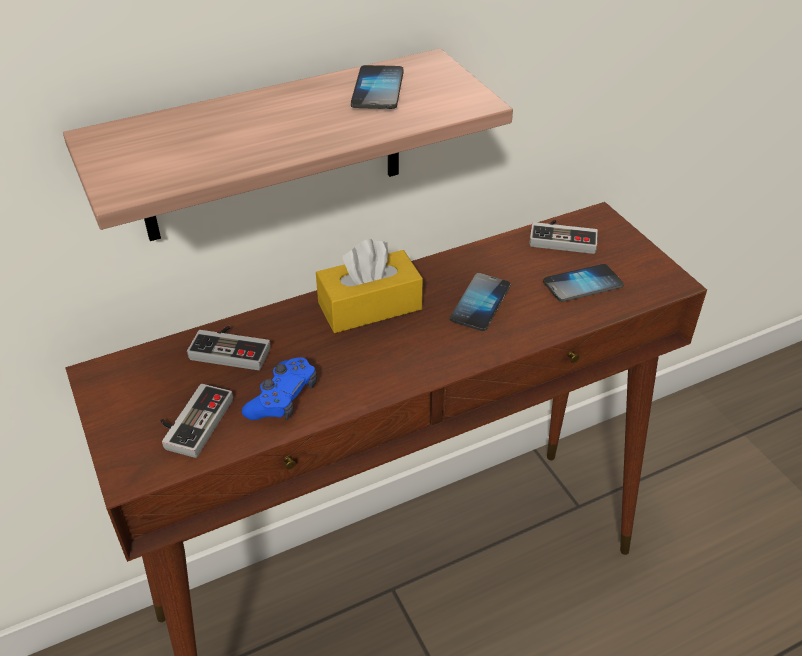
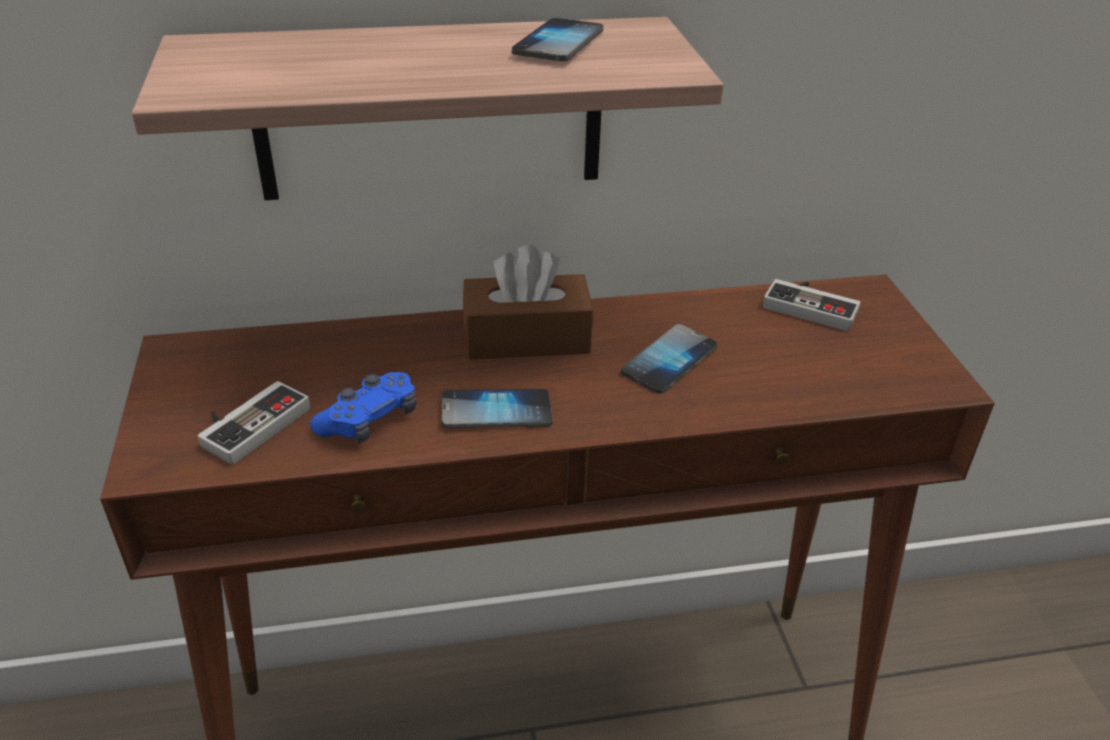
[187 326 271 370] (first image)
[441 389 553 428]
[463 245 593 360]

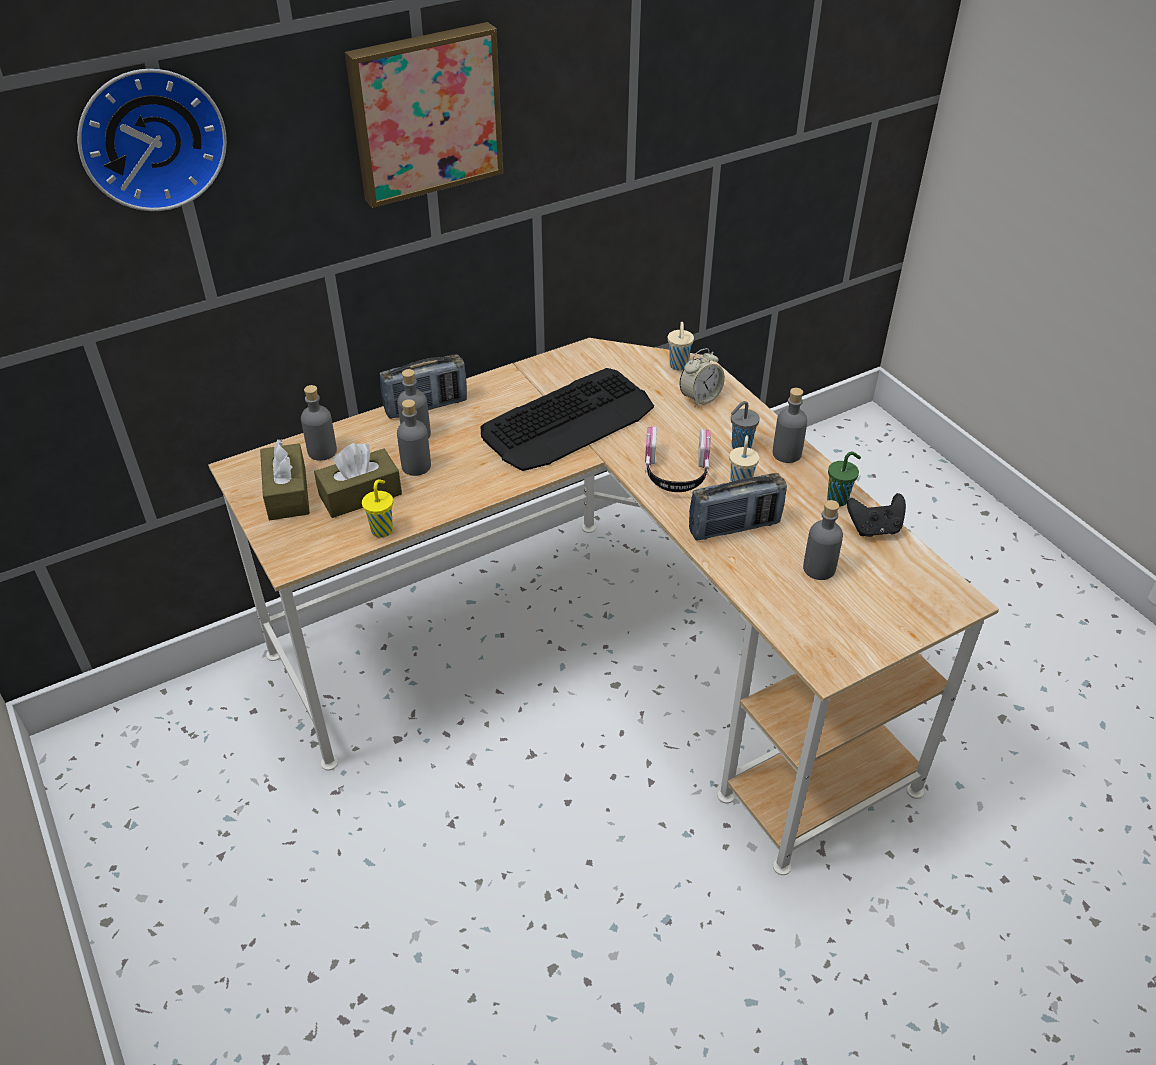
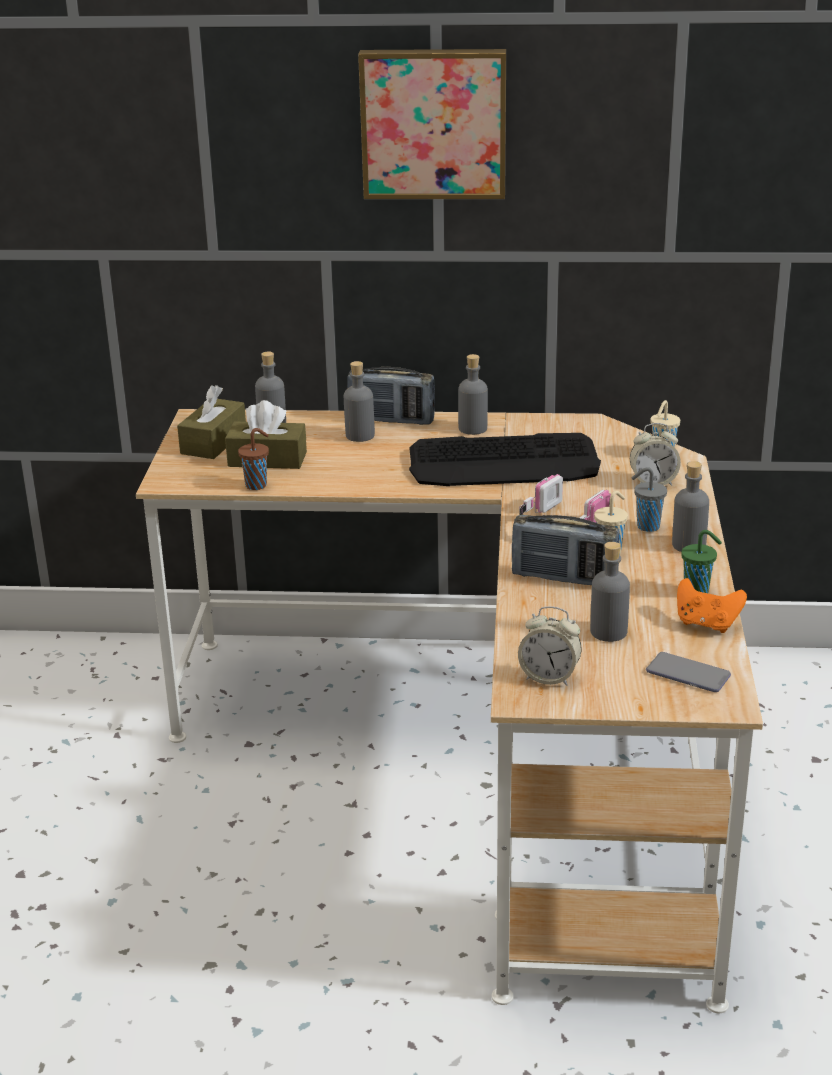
[77 69 227 211] (first image)
[518 606 581 686]
[646 652 731 692]
[458 354 488 435]
[238 428 269 490]
[677 578 747 633]

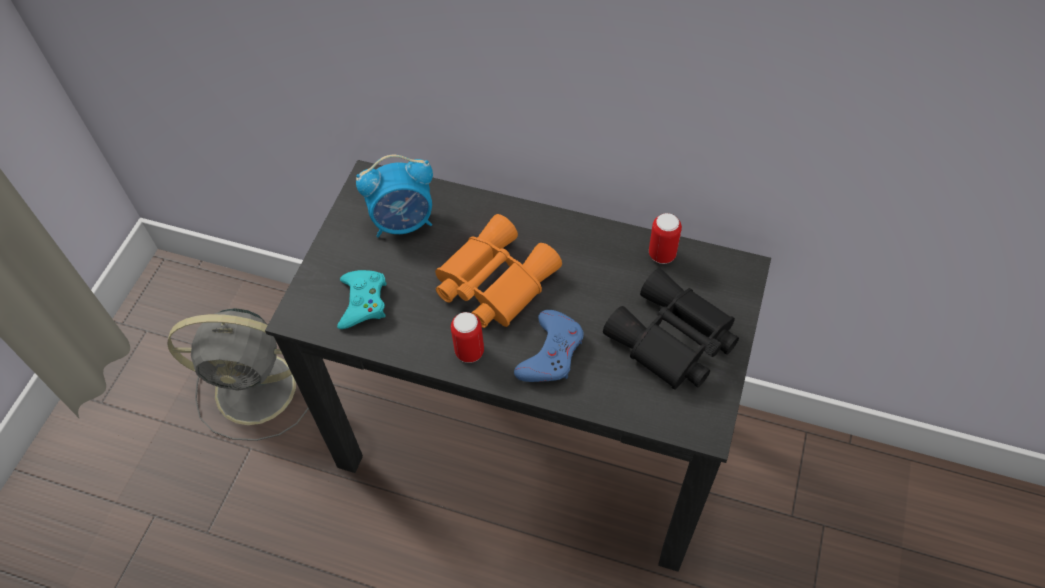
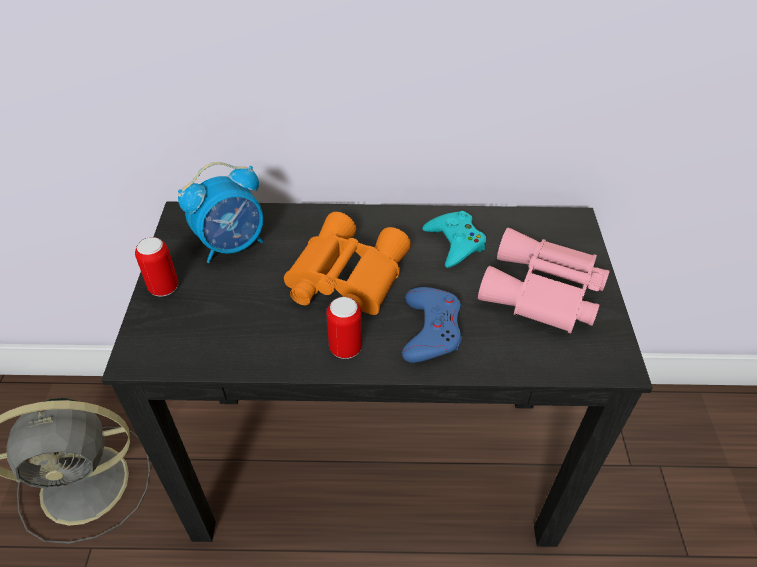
[422 211 486 268]
[135 237 178 297]
[478 227 610 334]

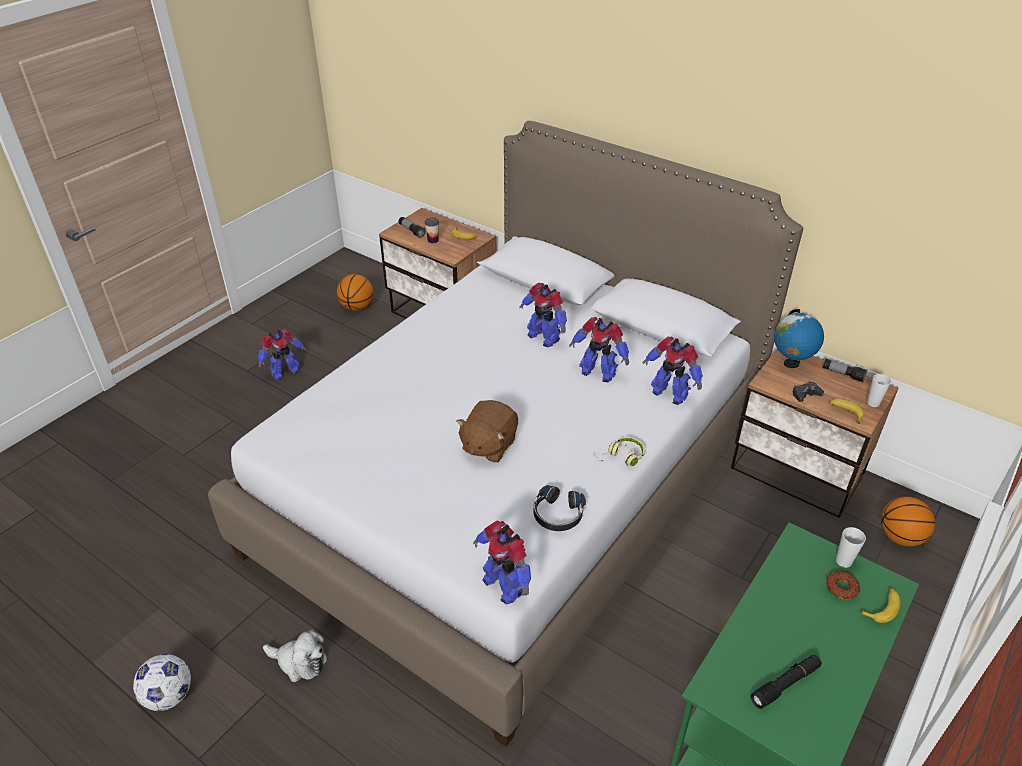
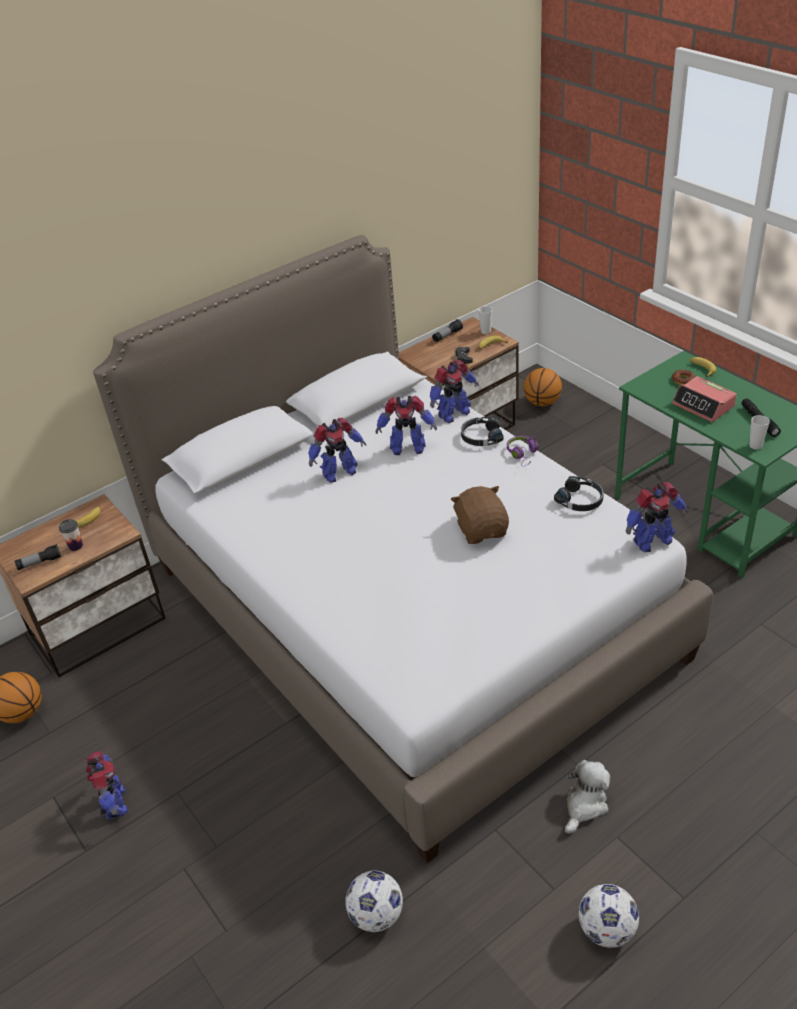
[774 309 824 368] (first image)
[345 871 403 932]
[461 417 503 446]
[672 376 737 422]
[749 415 770 450]
[507 436 539 467]
[451 486 509 544]
[376 396 437 455]

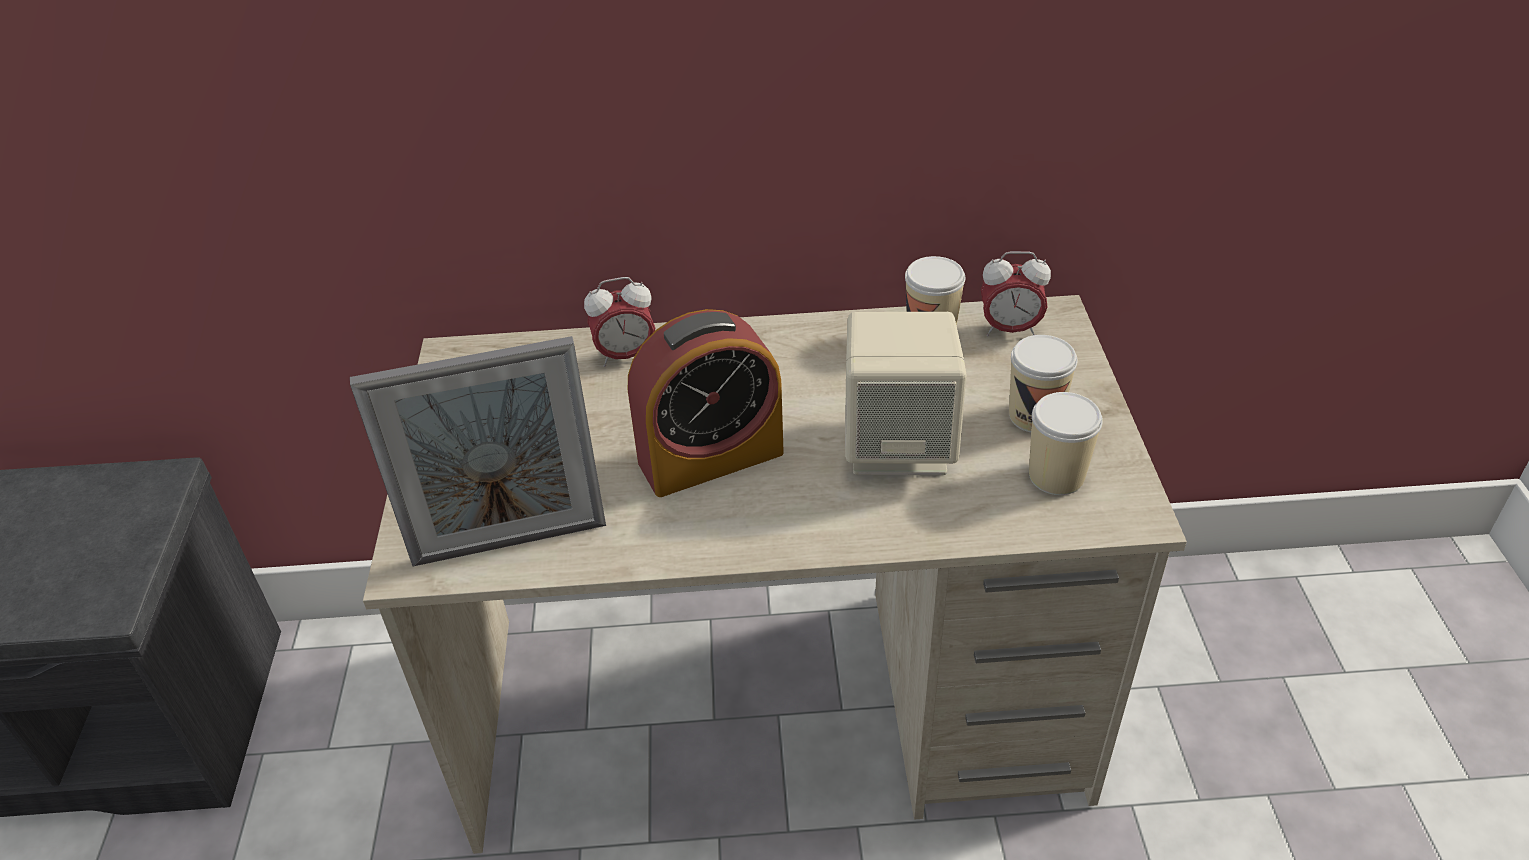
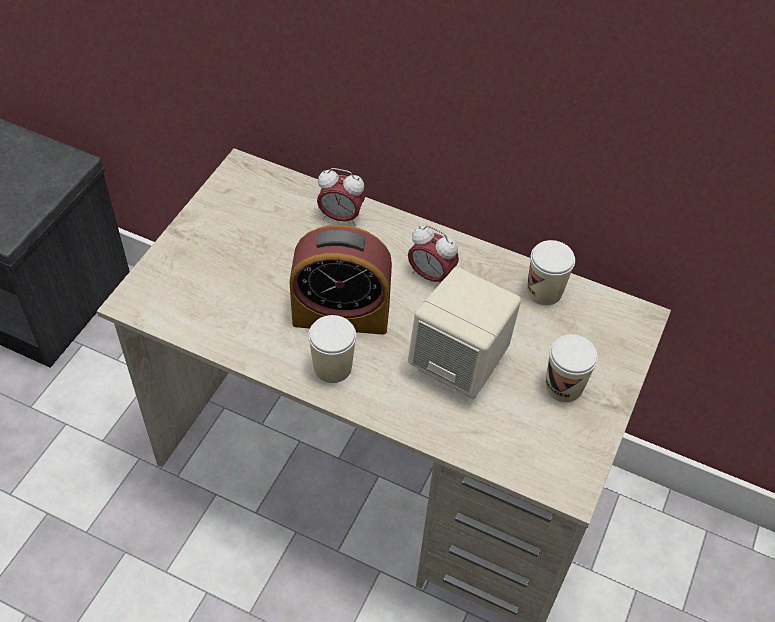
[350 336 606 566] (first image)
[408 225 459 283]
[308 315 356 383]

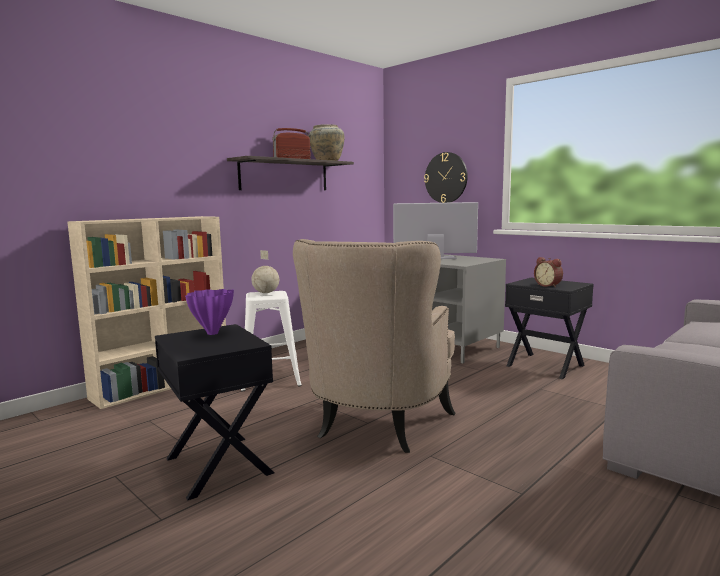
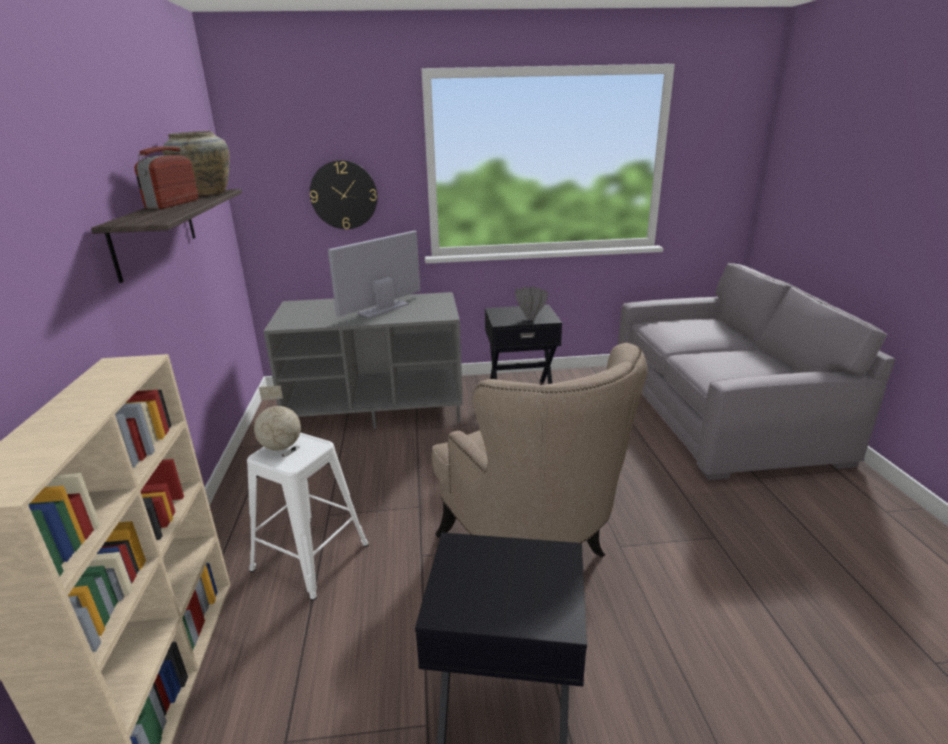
[185 289 234 335] (first image)
[515 286 548 320]

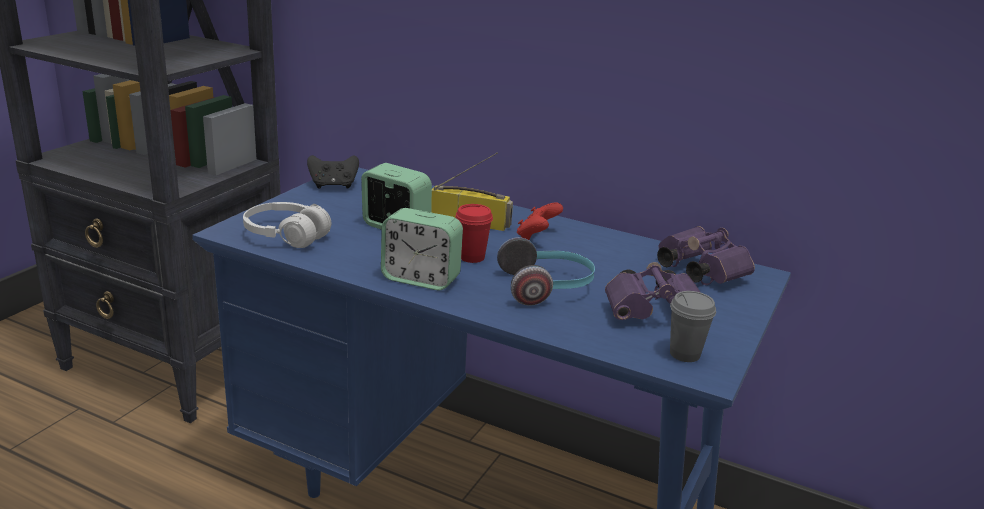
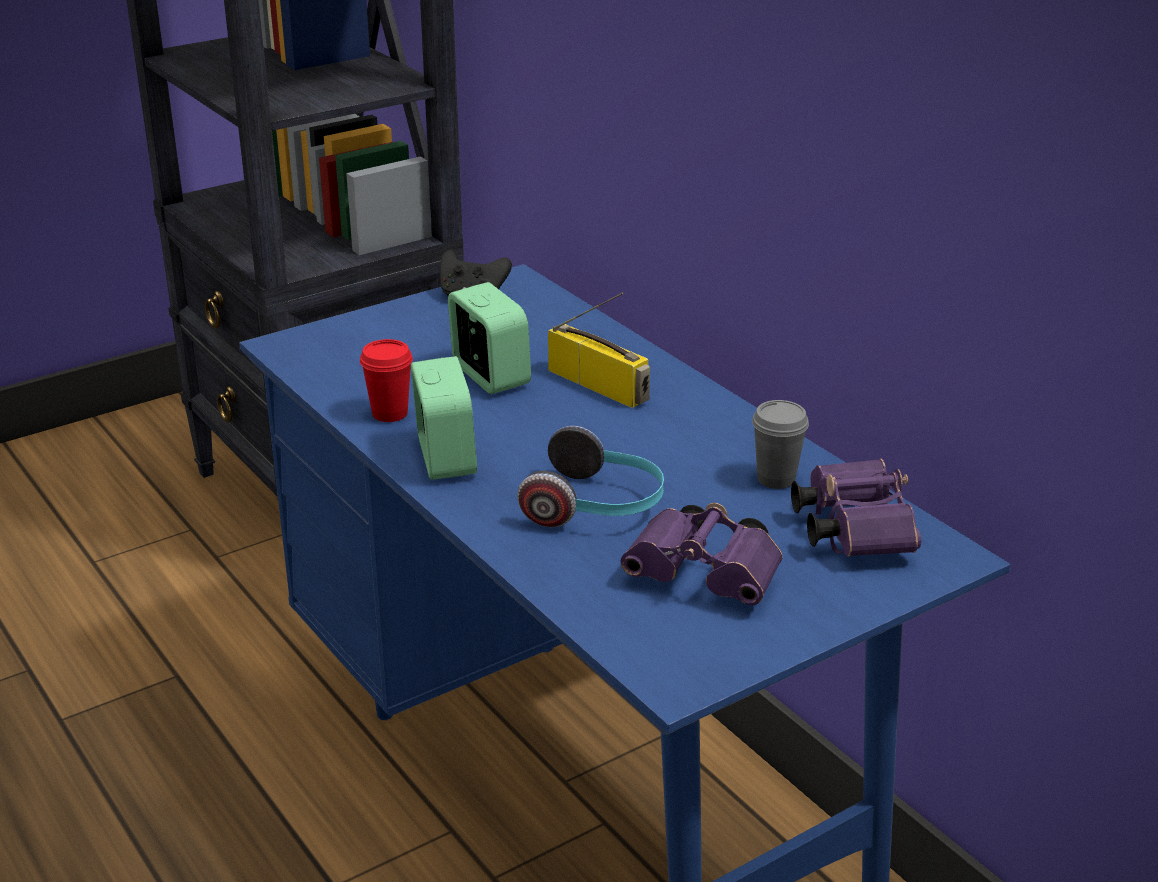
[243 202 331 248] (first image)
[517 202 563 240] (first image)
[360 339 413 422]
[752 400 809 489]
[411 356 477 480]

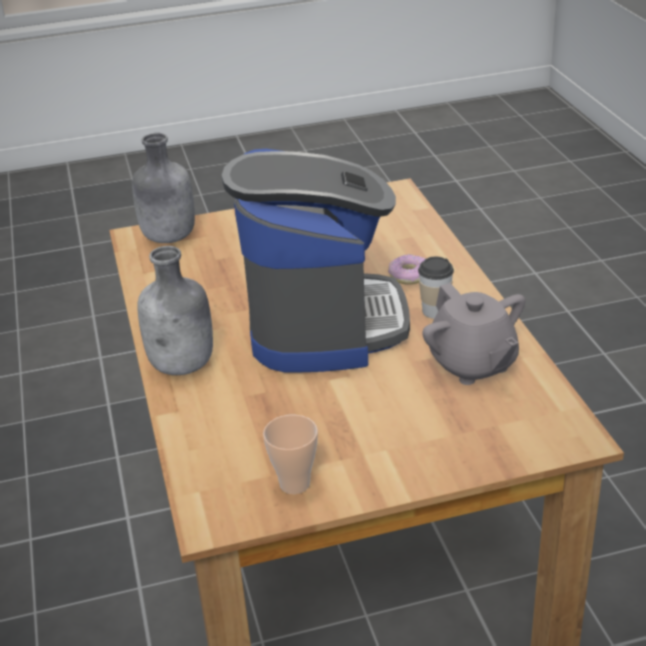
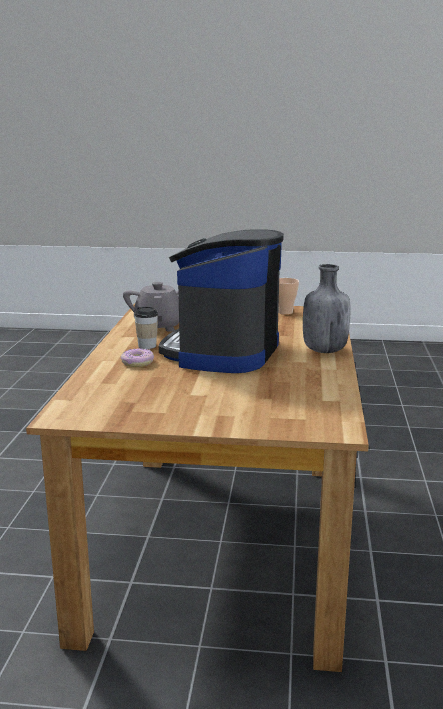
[132 133 195 243] (first image)

